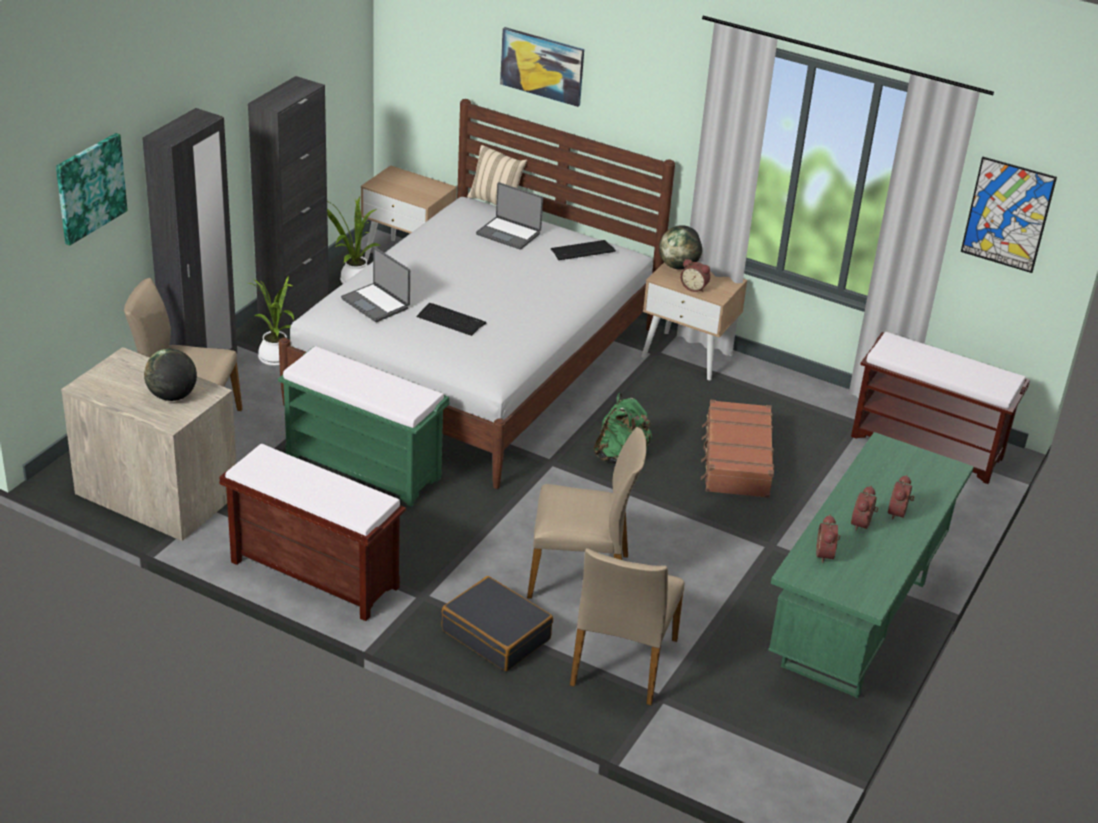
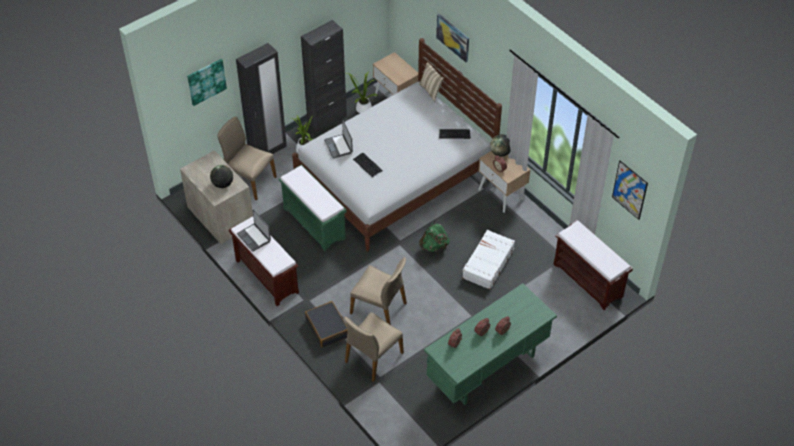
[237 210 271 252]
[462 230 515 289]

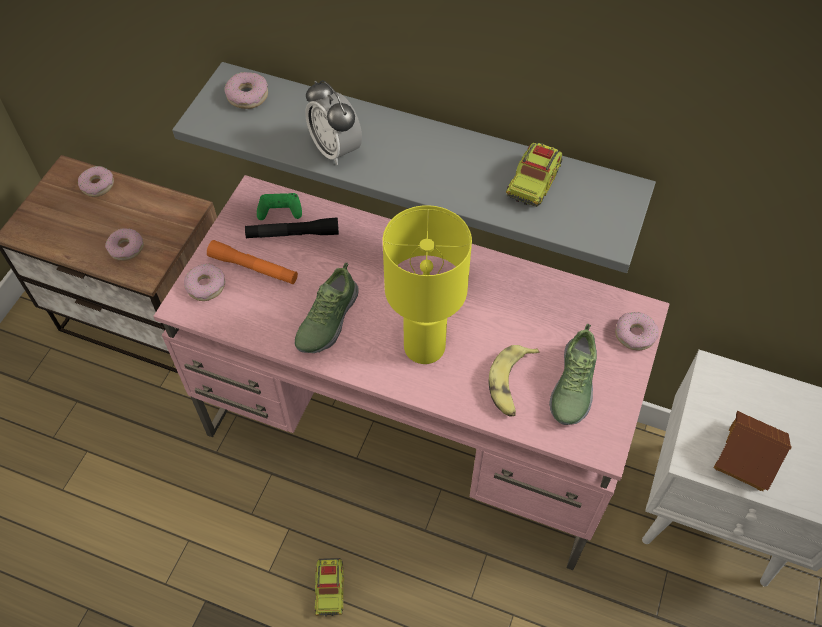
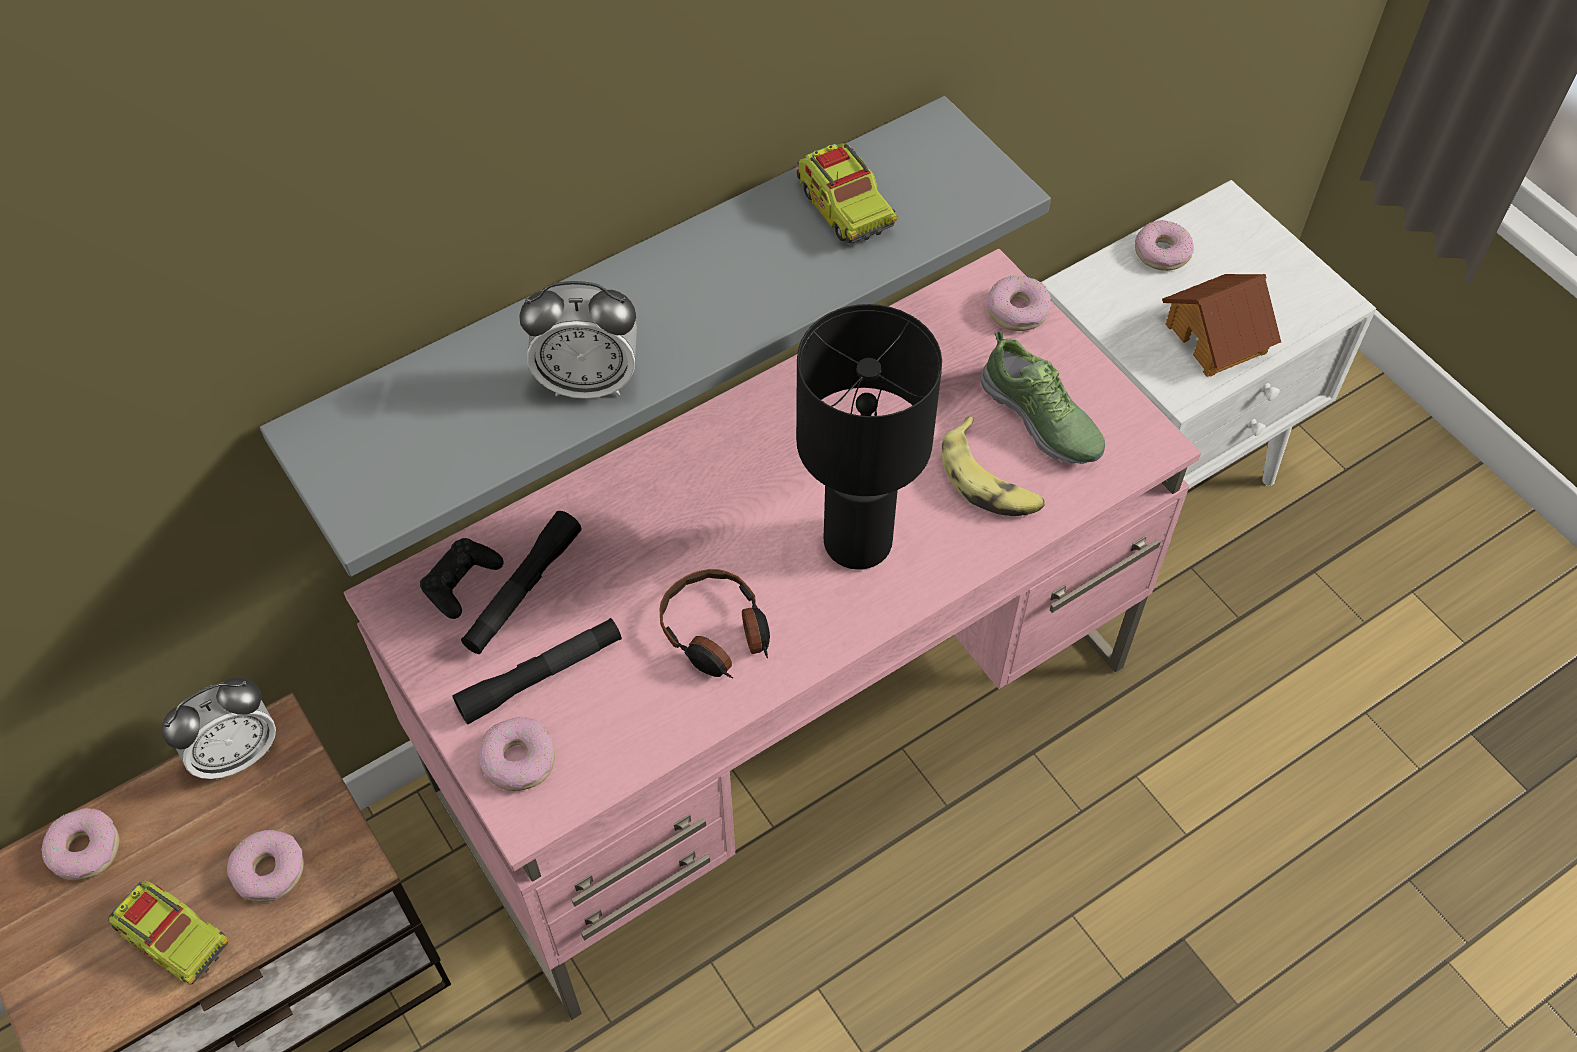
[162 678 276 780]
[1135 220 1194 271]
[108 881 229 985]
[660 569 770 679]
[452 618 622 725]
[420 538 504 619]
[796 304 942 570]

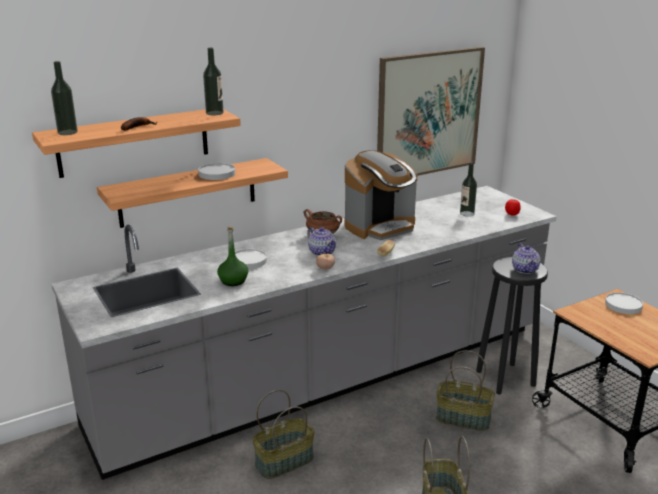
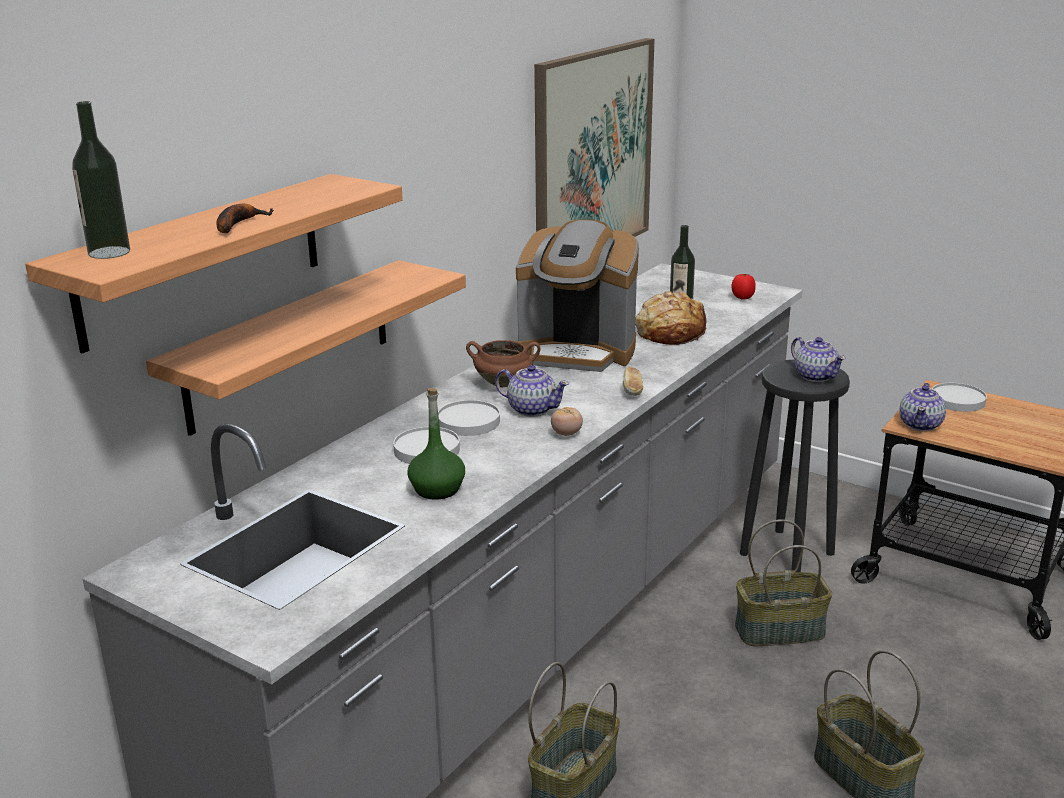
[203 48 224 115] (first image)
[635 291 707 345]
[900 383 946 431]
[438 400 500 436]
[516 220 639 372]

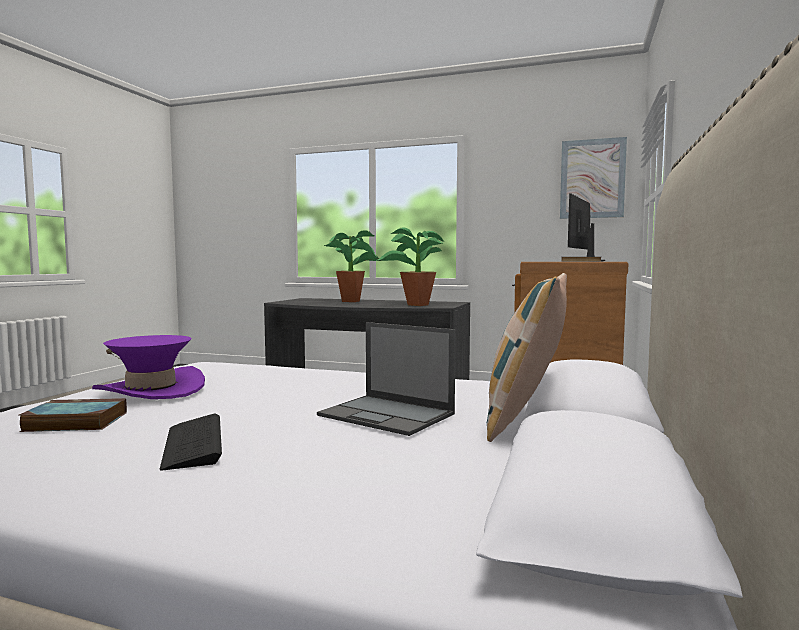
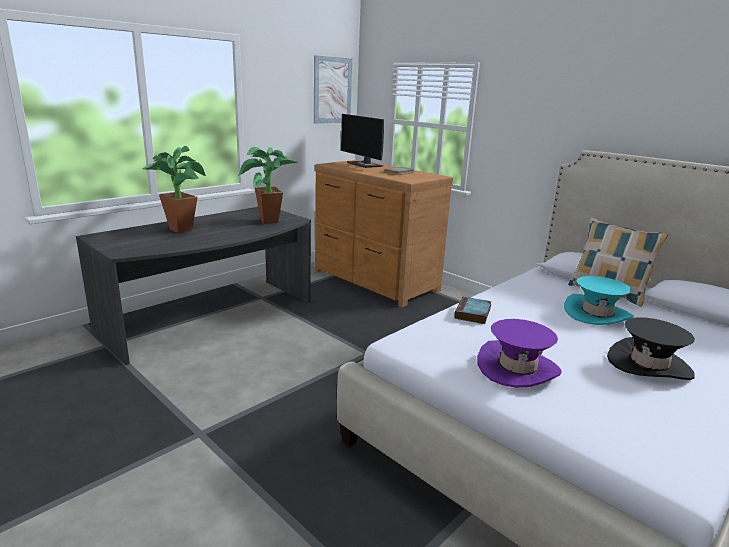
[454 297 491 324]
[607 317 695 380]
[564 276 634 325]

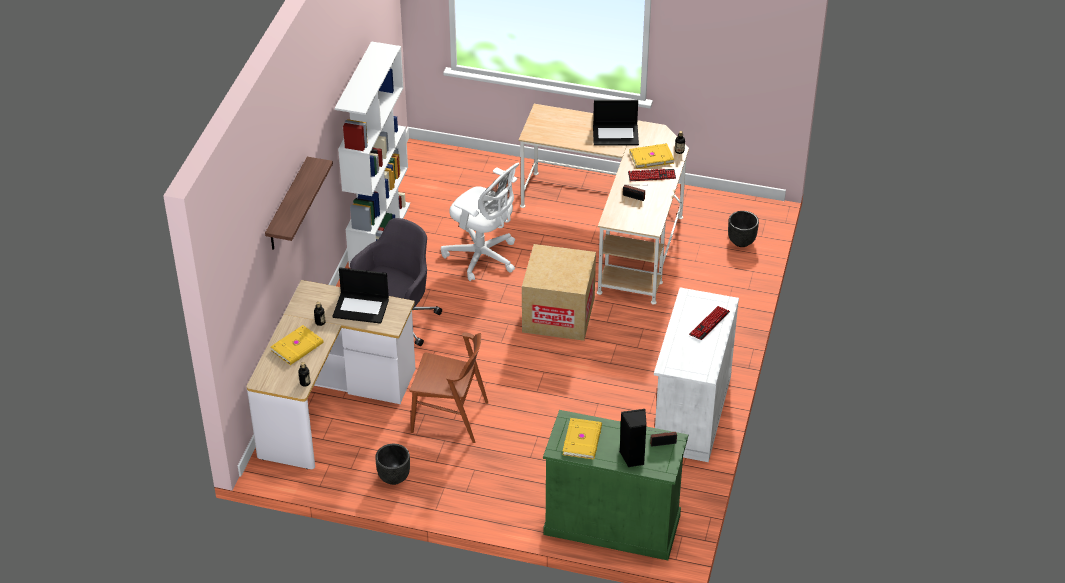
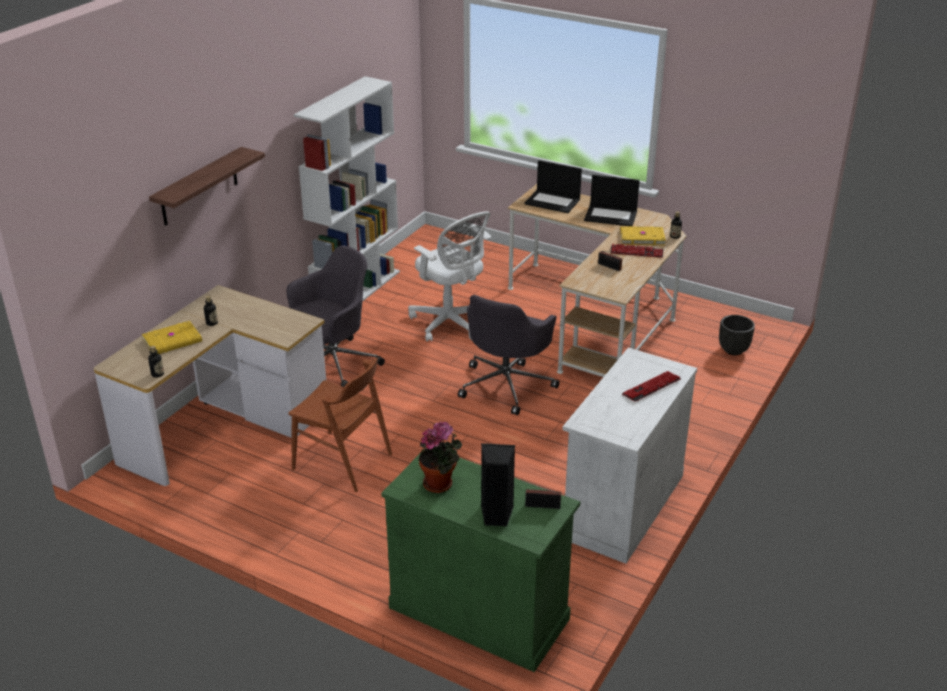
[375 444 410 485] (first image)
[524 160 582 213]
[458 295 559 415]
[419 421 462 493]

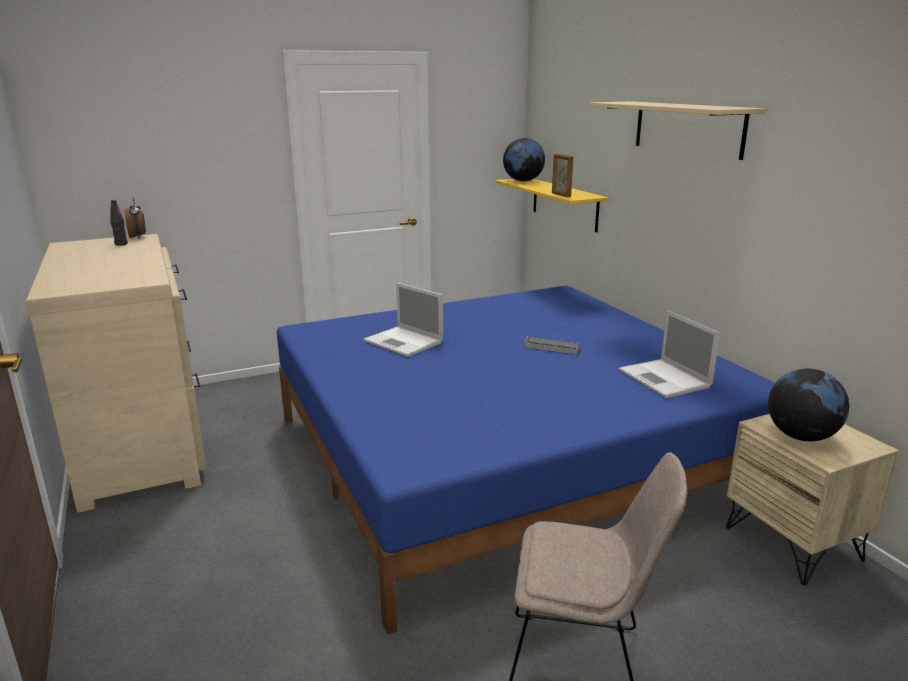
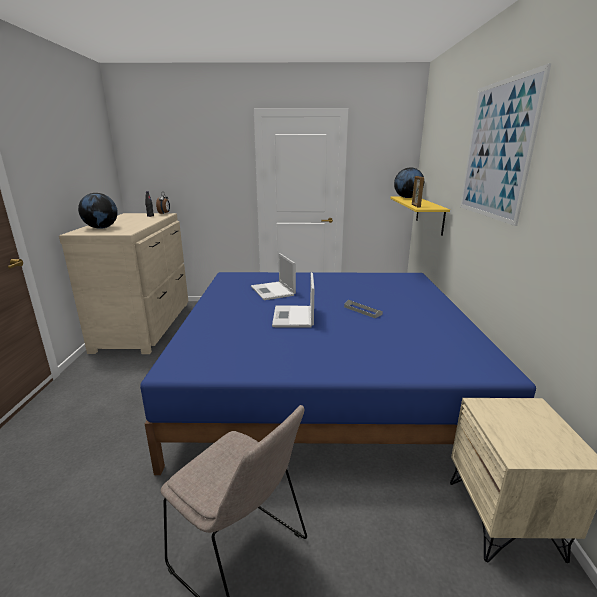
[272 272 314 328]
[78 193 118 229]
[460 63 551 226]

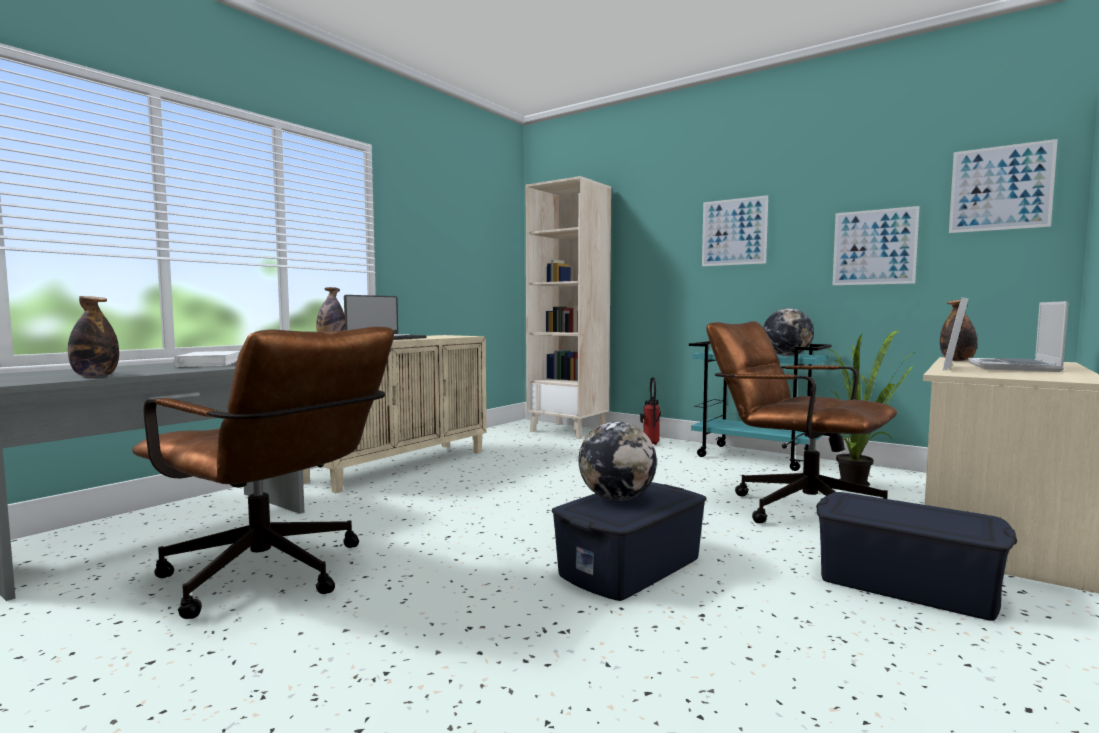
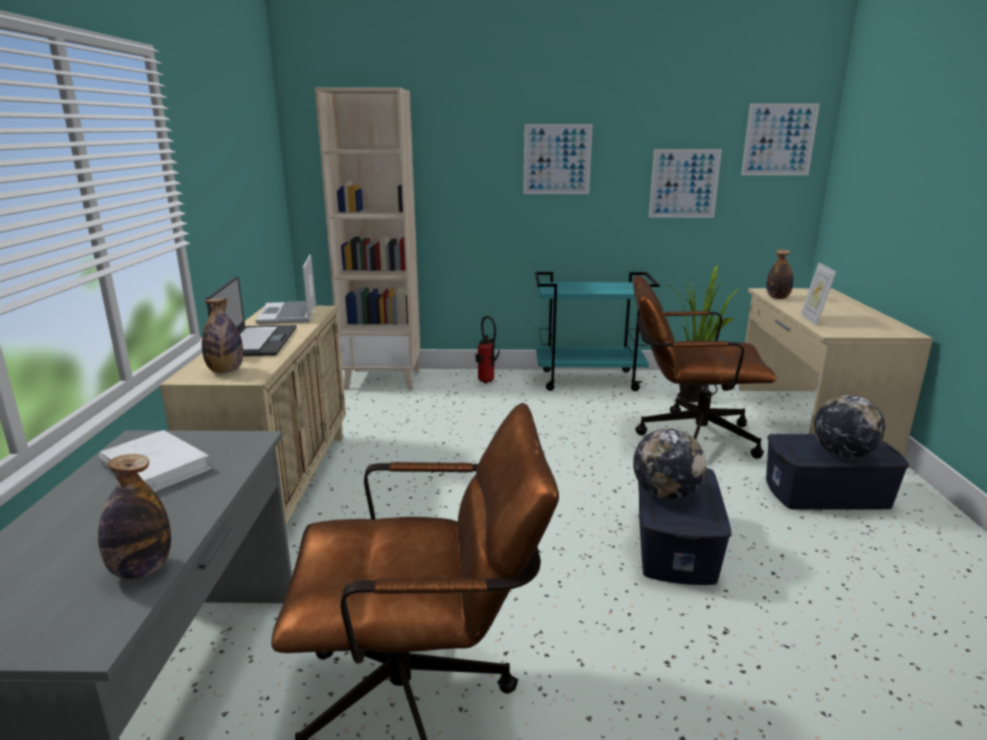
[814 395 885 458]
[256 255 316 324]

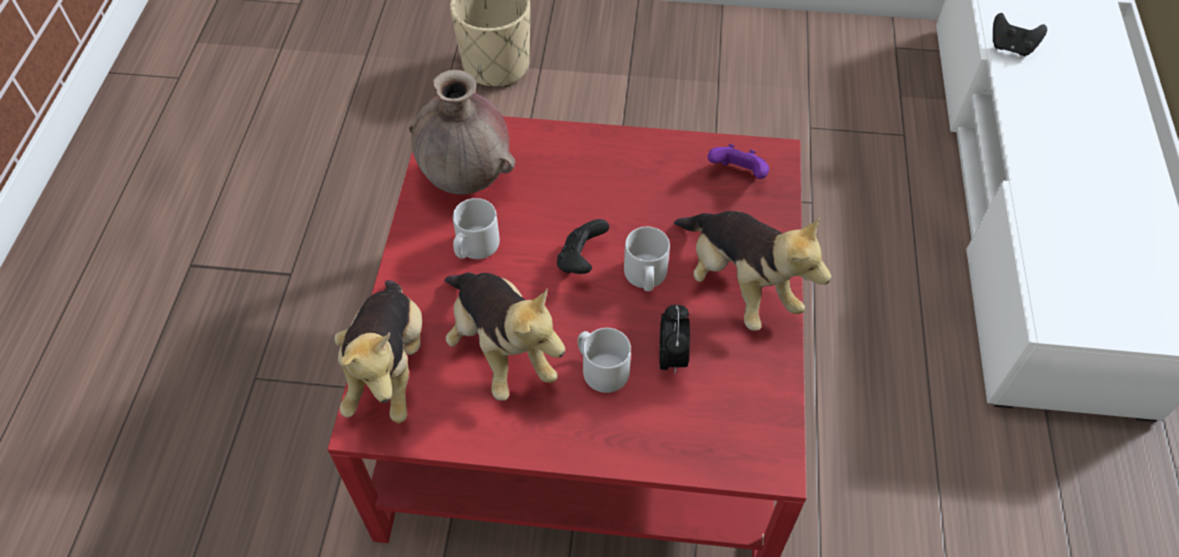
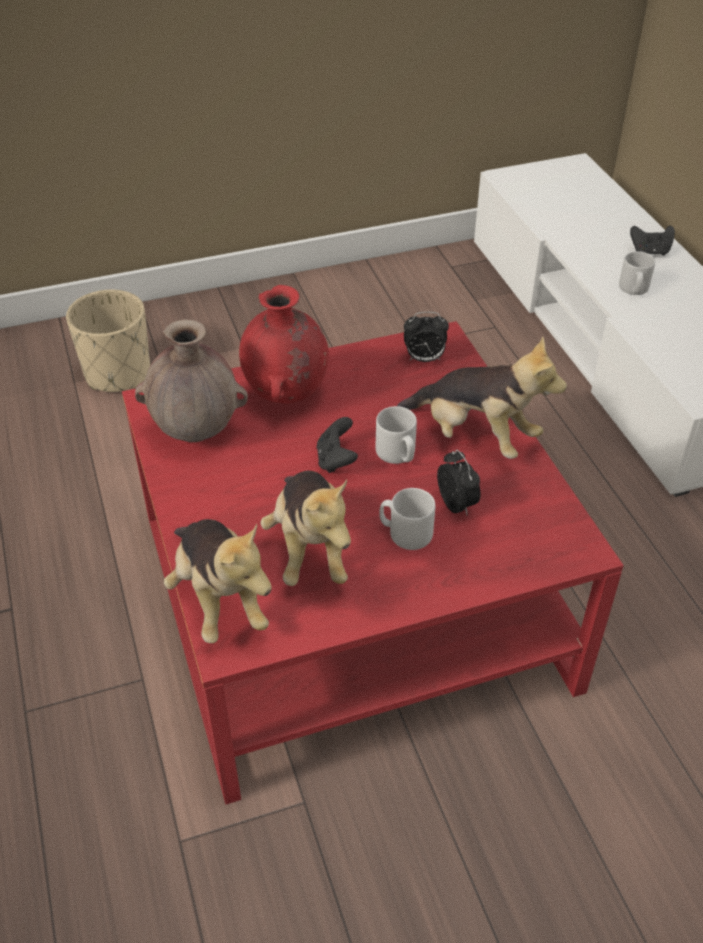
[239 285 329 404]
[619 251 655 295]
[630 225 675 256]
[404 312 449 362]
[260 471 351 586]

